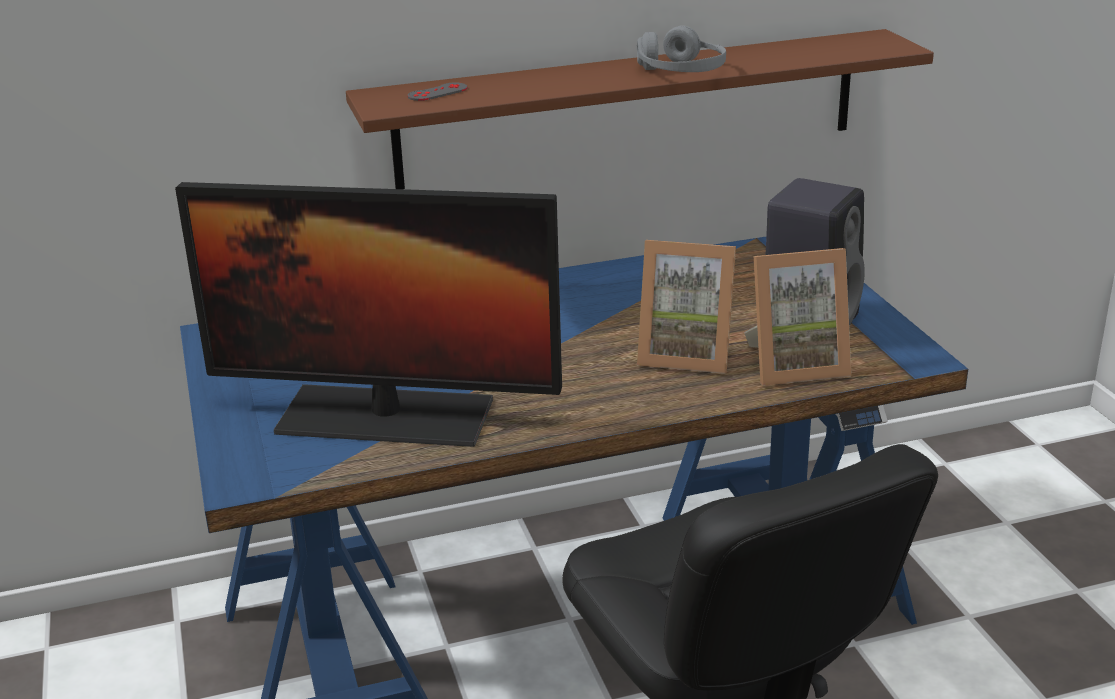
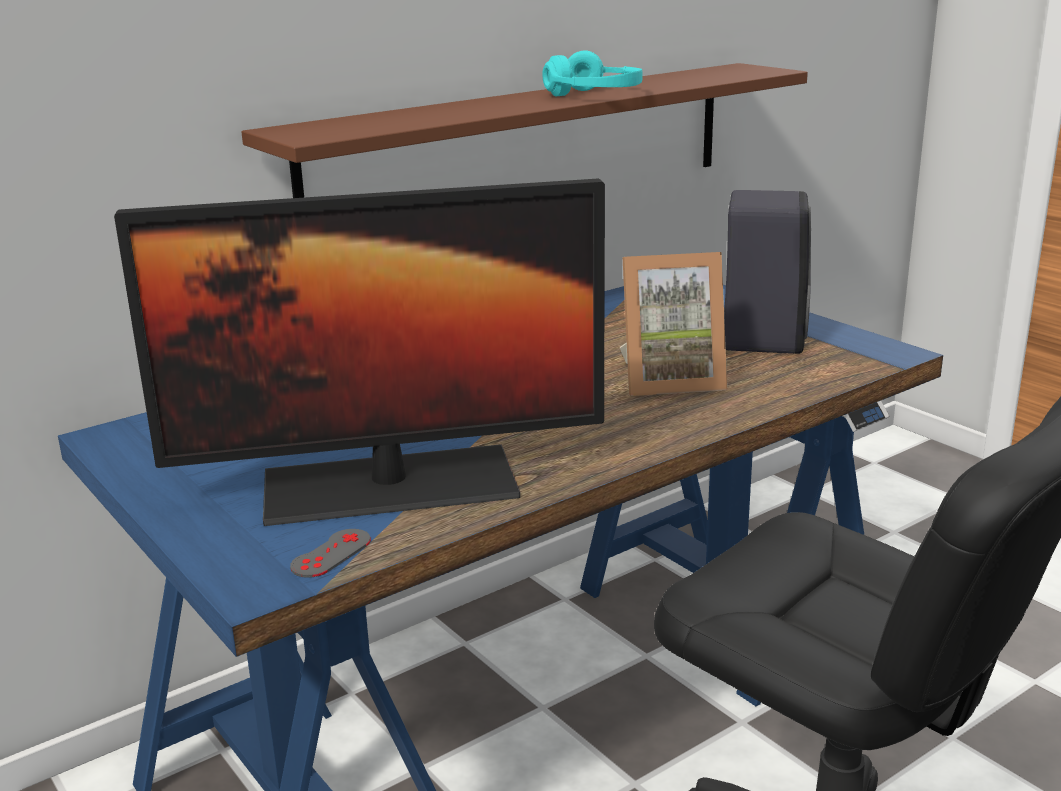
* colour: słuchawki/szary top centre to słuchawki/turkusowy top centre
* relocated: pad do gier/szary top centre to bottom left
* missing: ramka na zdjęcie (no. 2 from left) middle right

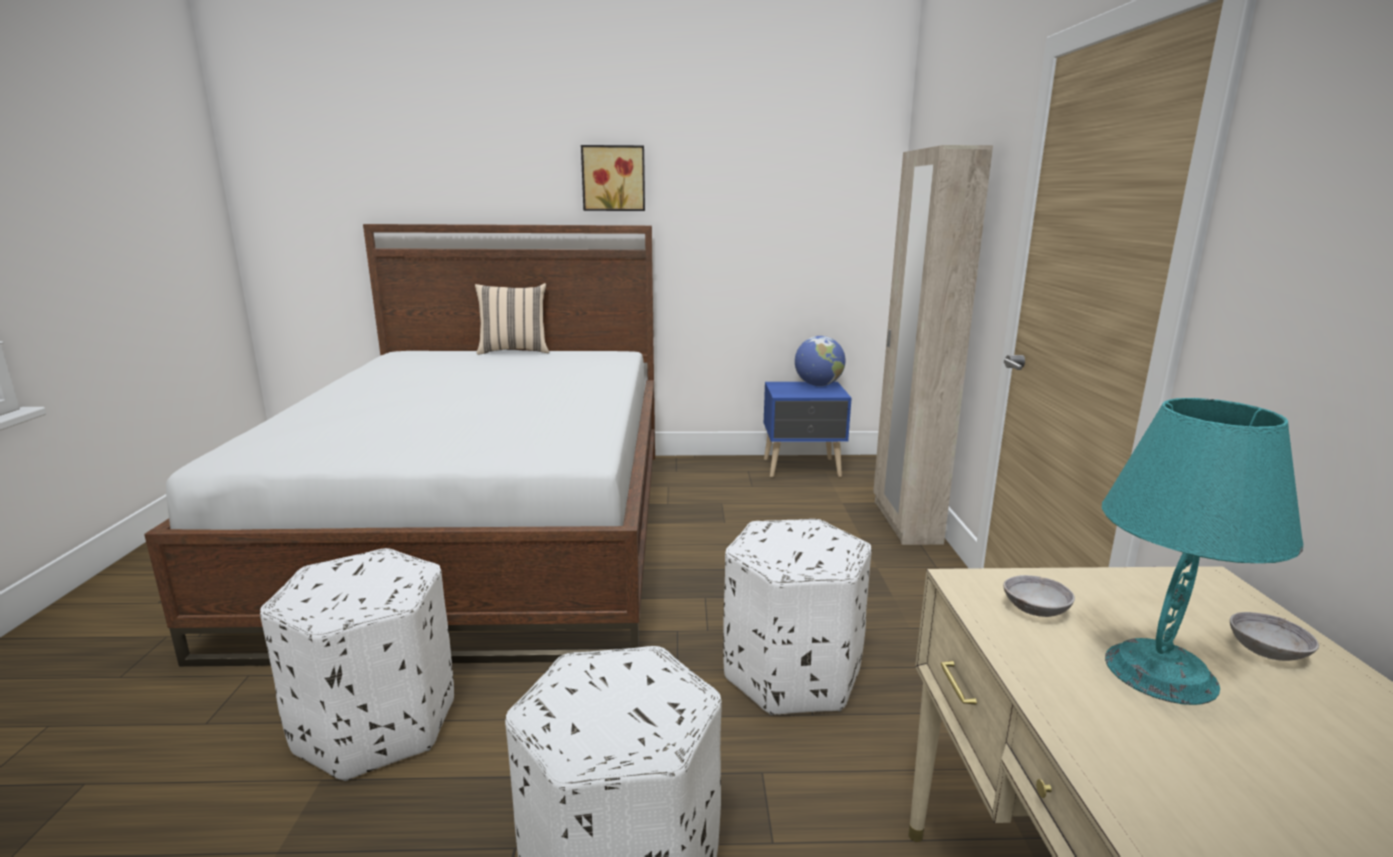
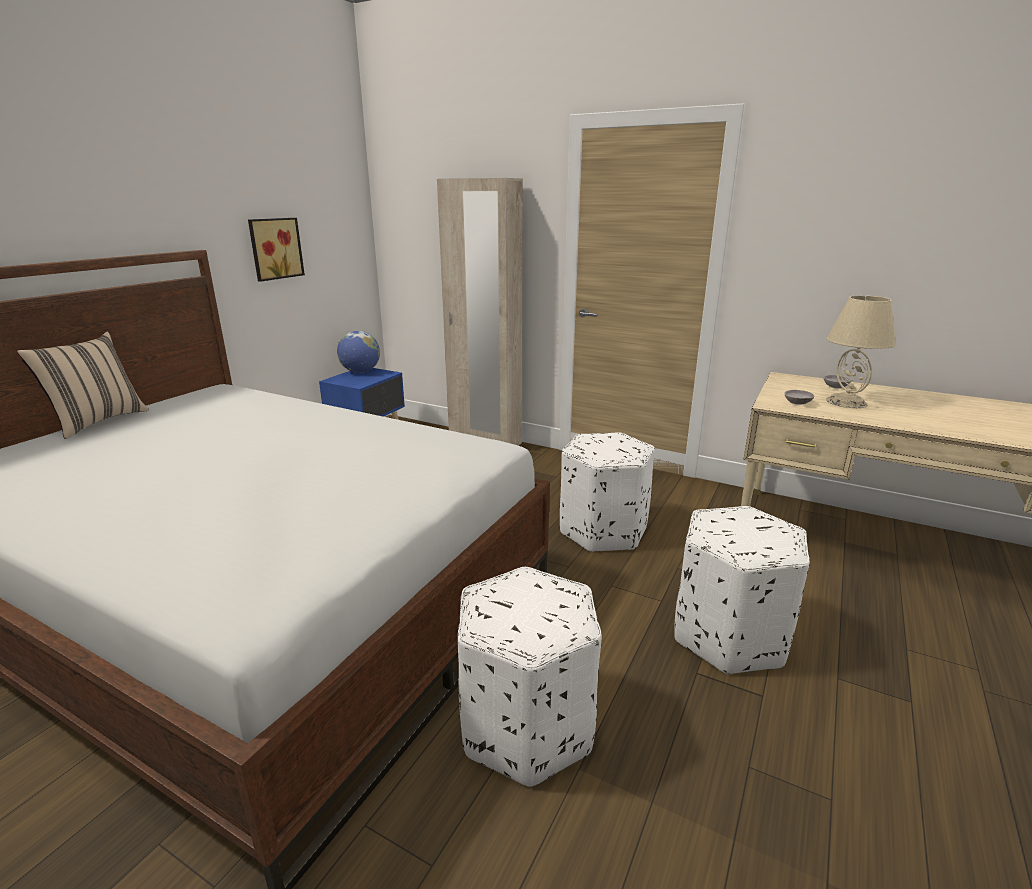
* relocated: obraz top centre to top left
* colour: lampa stołowa/turkusowy middle right to lampa stołowa/beżowy middle right

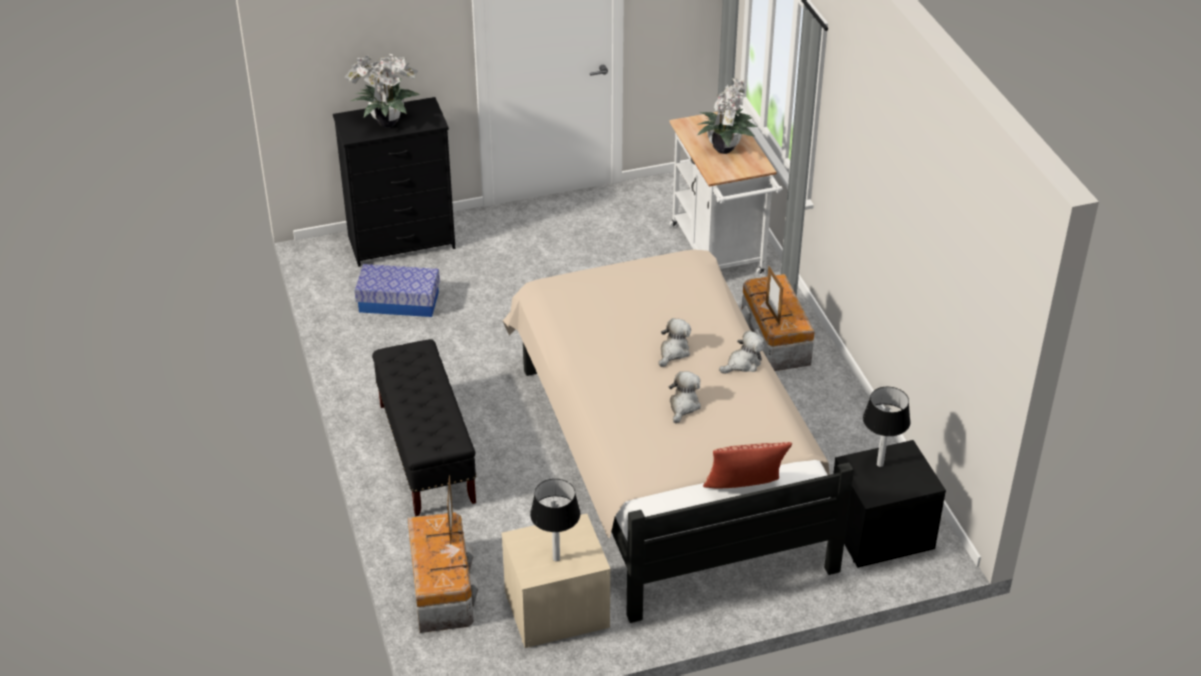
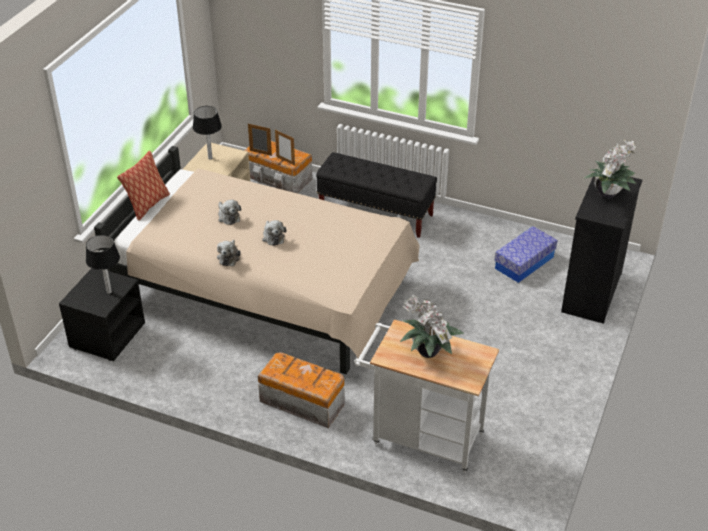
* relocated: ramka na zdjęcie (no. 2 from left in the first image) centre to ramka na zdjęcie (no. 1 from left) top centre

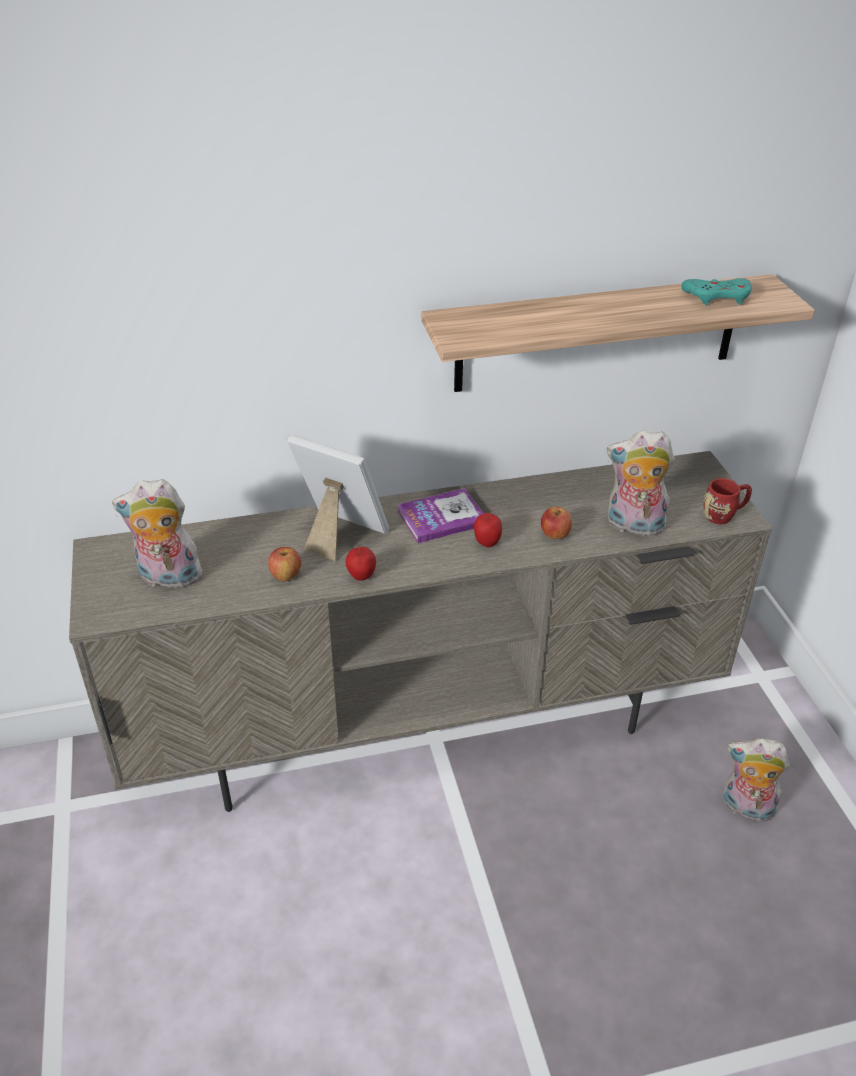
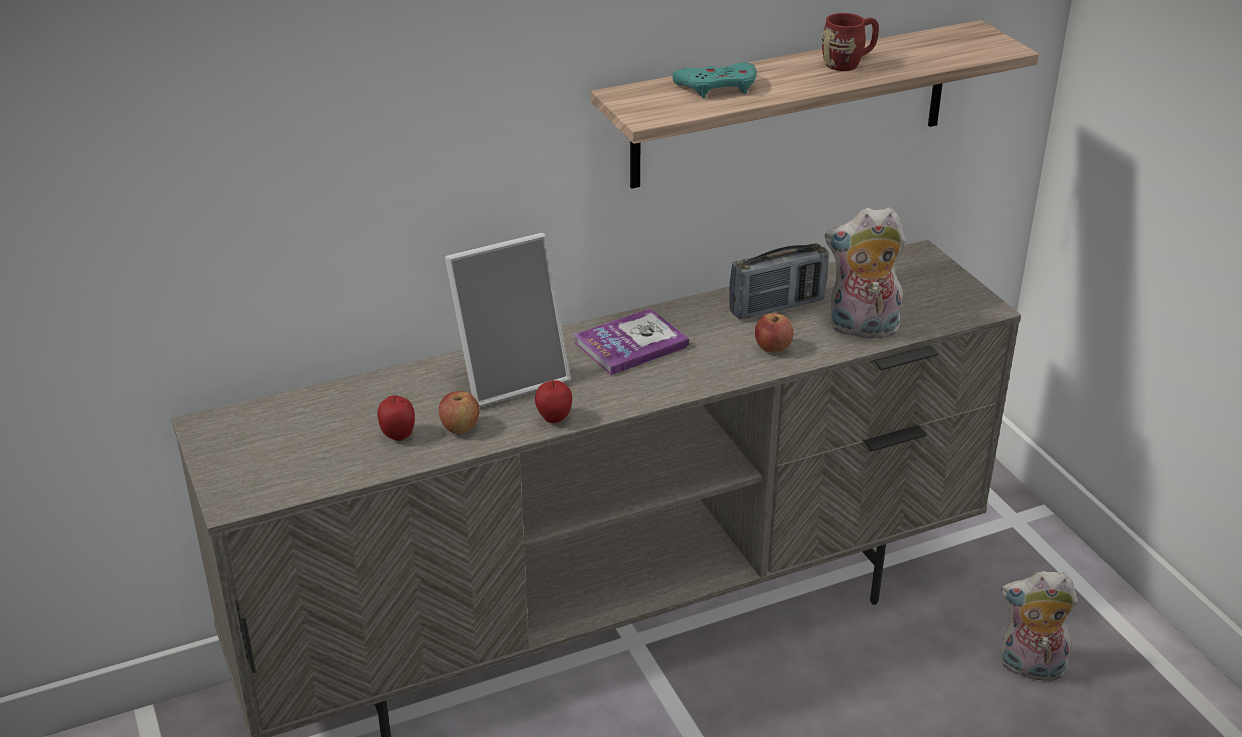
* relocated: pad do gier/turkusowy top right to top centre
* spun: ramka na zdjęcie centre = centre 135 degrees clockwise
* relocated: kubek/czerwony middle right to top right
* missing: pluszak (no. 1 from left) middle left
* relocated: jabłko (no. 3 from left in the first image) centre to jabłko (no. 1 from left) middle left
* appeared: radio centre

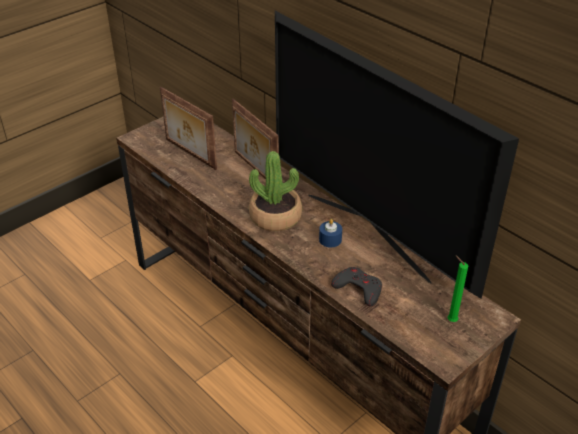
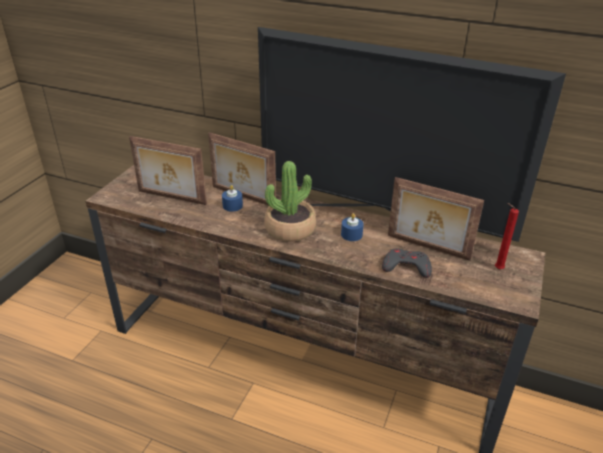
* colour: świeca/zielony middle right to świeca/czerwony middle right
* appeared: ramka na zdjęcie (no. 3 from left) middle right
* appeared: świeca/niebieski (no. 1 from left) centre

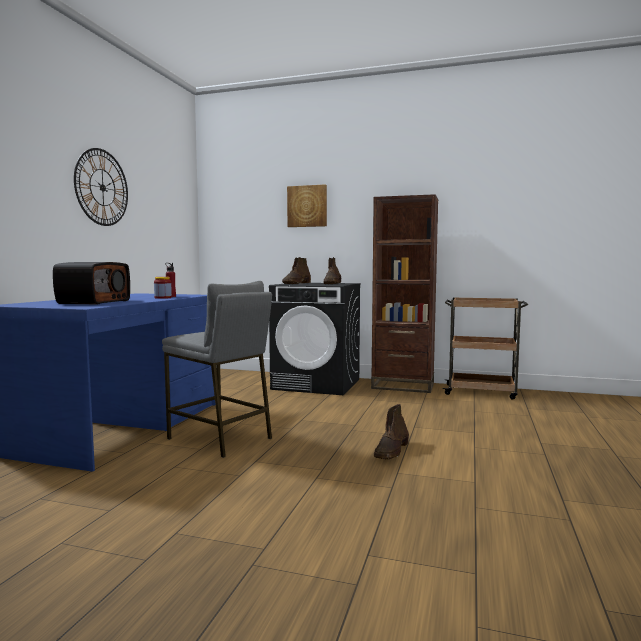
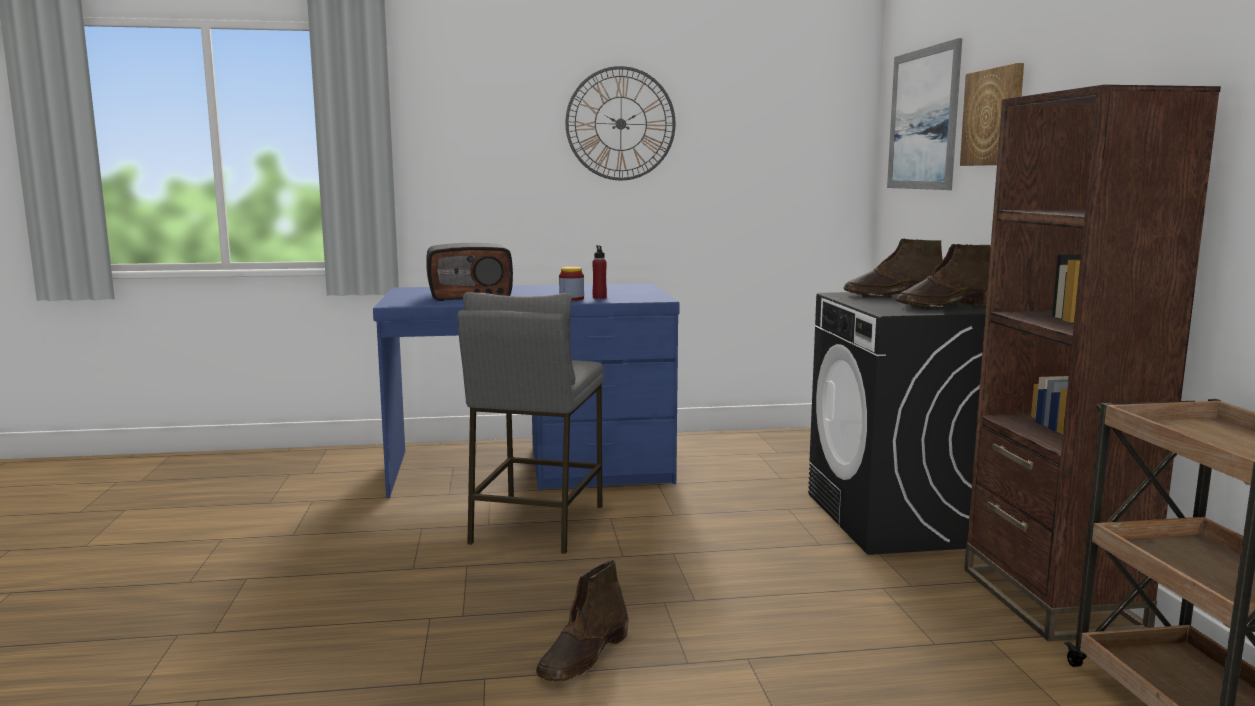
* spun: but z cholewką/brązowy (no. 3 from left in the first image) bottom centre = bottom centre 60 degrees counterclockwise
* appeared: obraz (no. 1 from left) top right

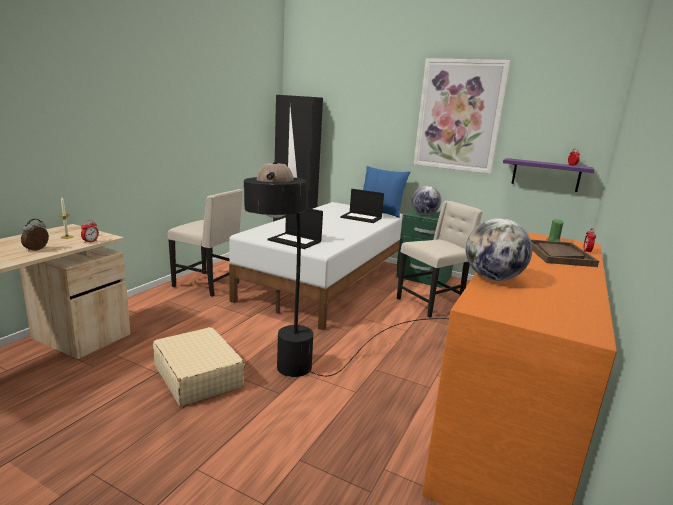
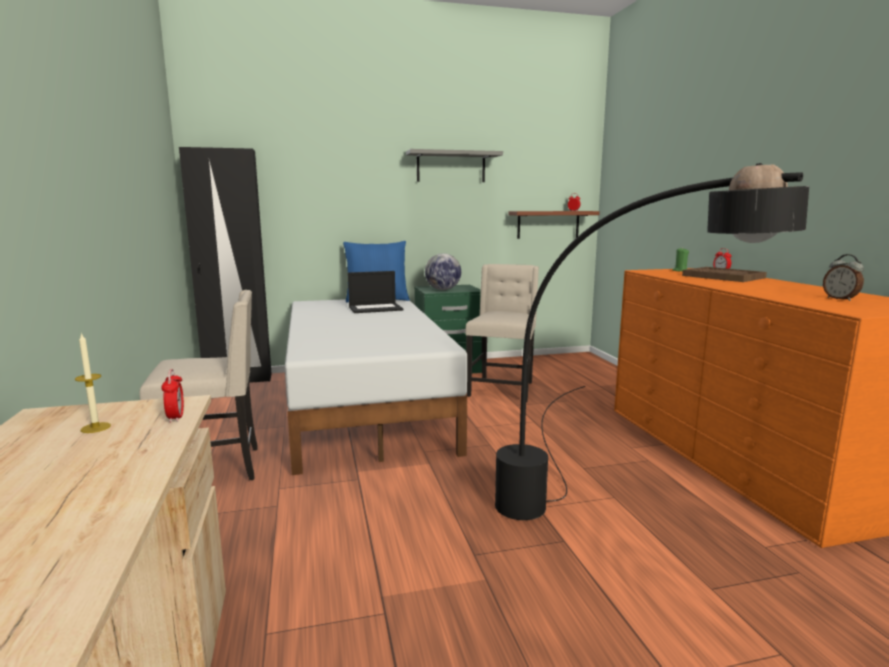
* exchanged: obraz top right to półka/szary top centre
* colour: półka/fioletowy middle right to półka/brązowy centre
* missing: laptop (no. 1 from left) centre
* relocated: budzik (no. 1 from left in the first image) middle left to budzik (no. 4 from left) middle right
* missing: globus (no. 2 from left) middle right
* missing: walizka/beżowy bottom left

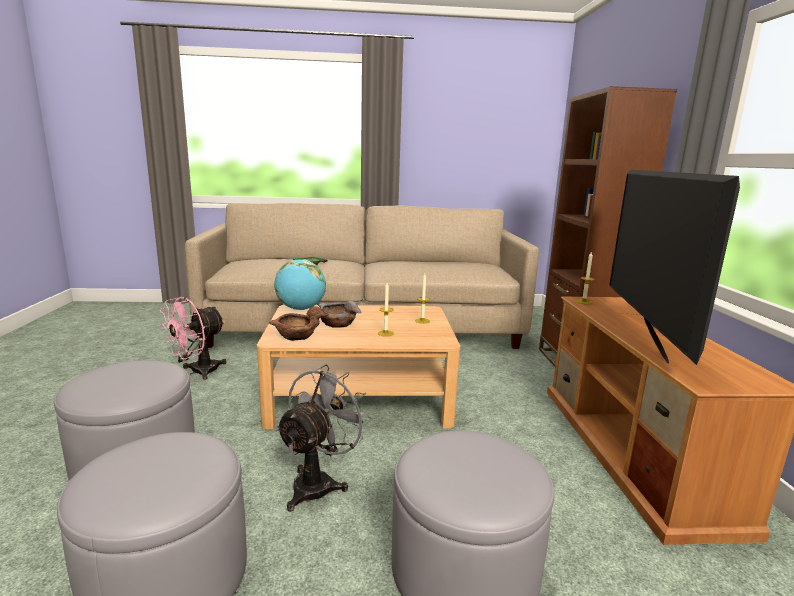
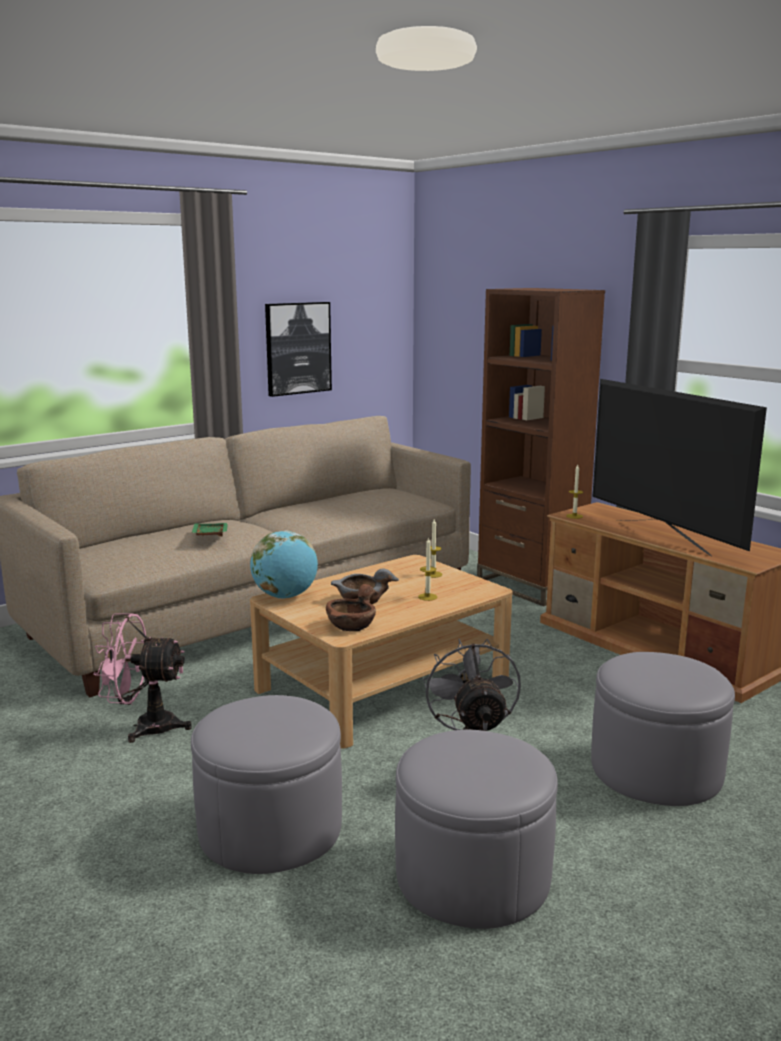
* spun: wentylator/różowy middle left = middle left 90 degrees clockwise
* appeared: obraz centre

